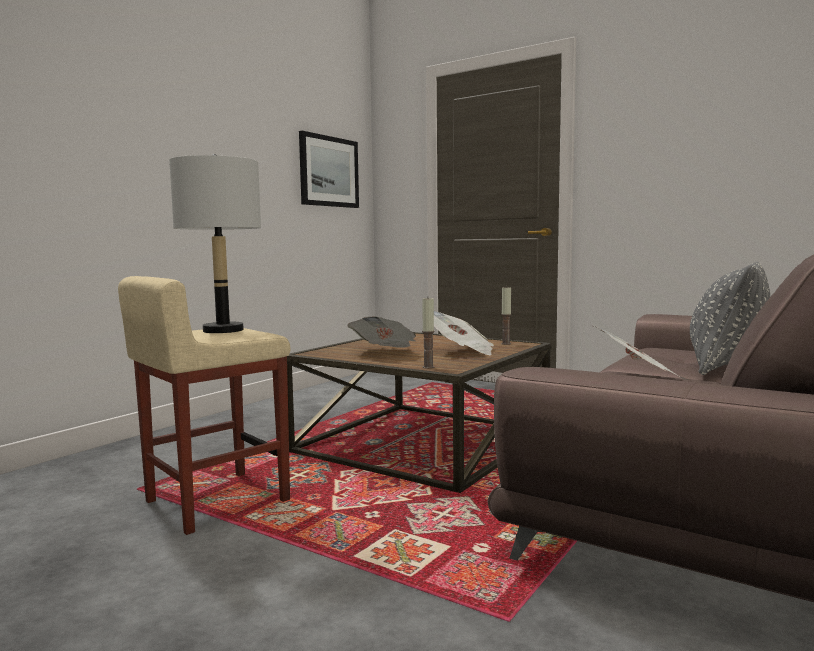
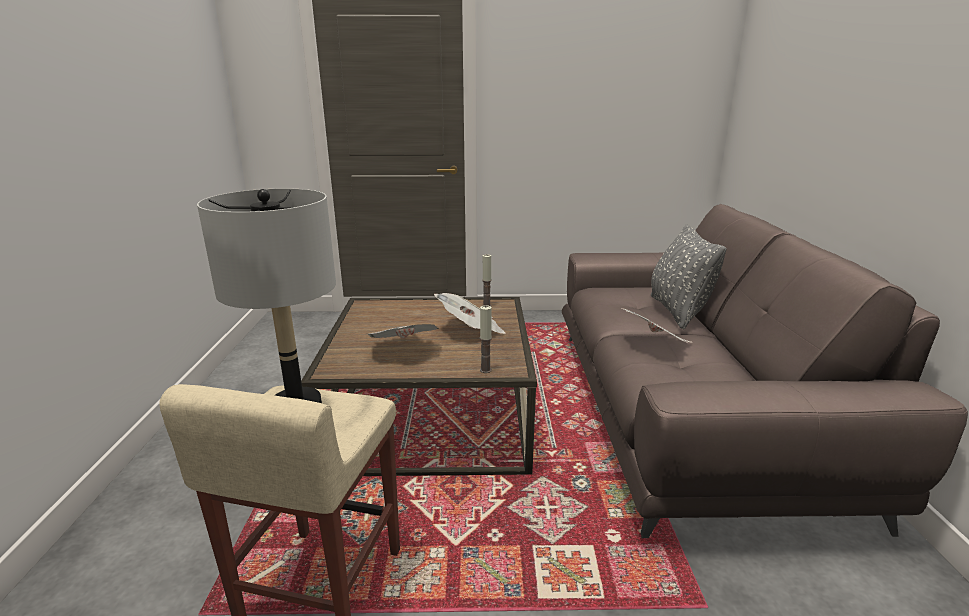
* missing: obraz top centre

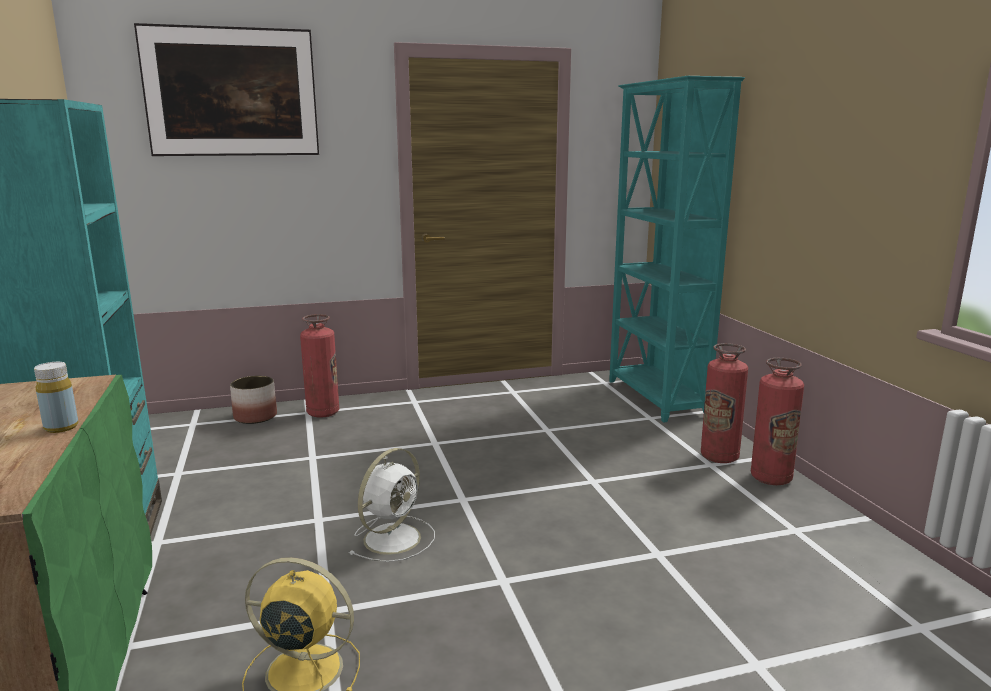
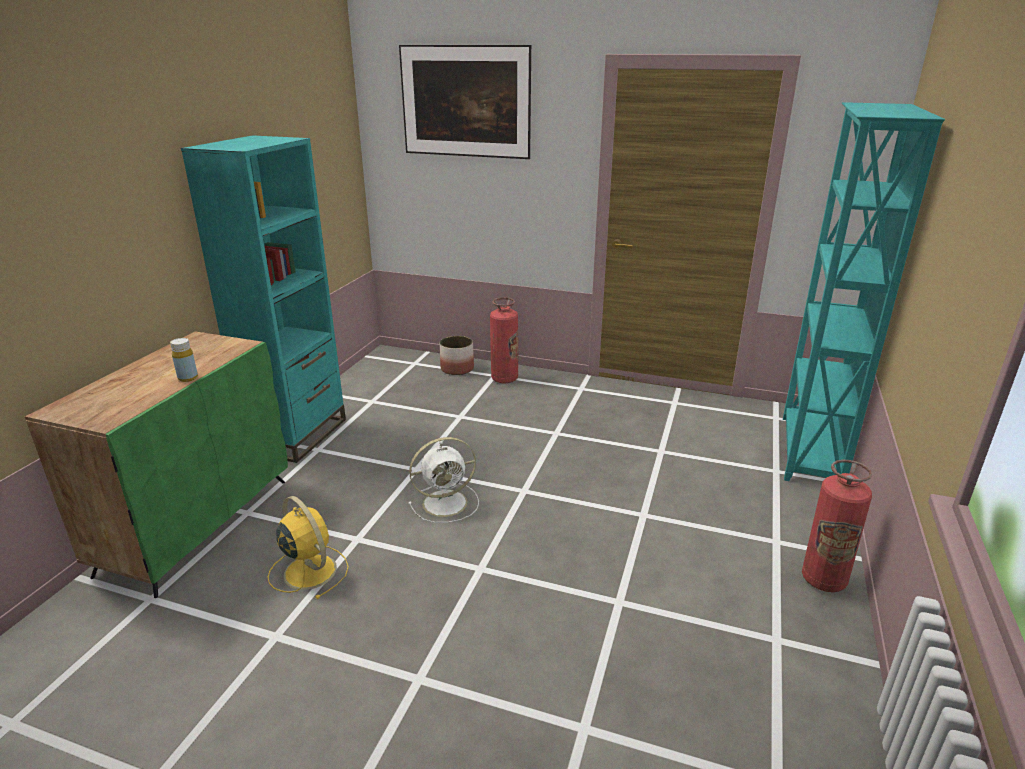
* missing: gaśnica (no. 2 from left) middle right

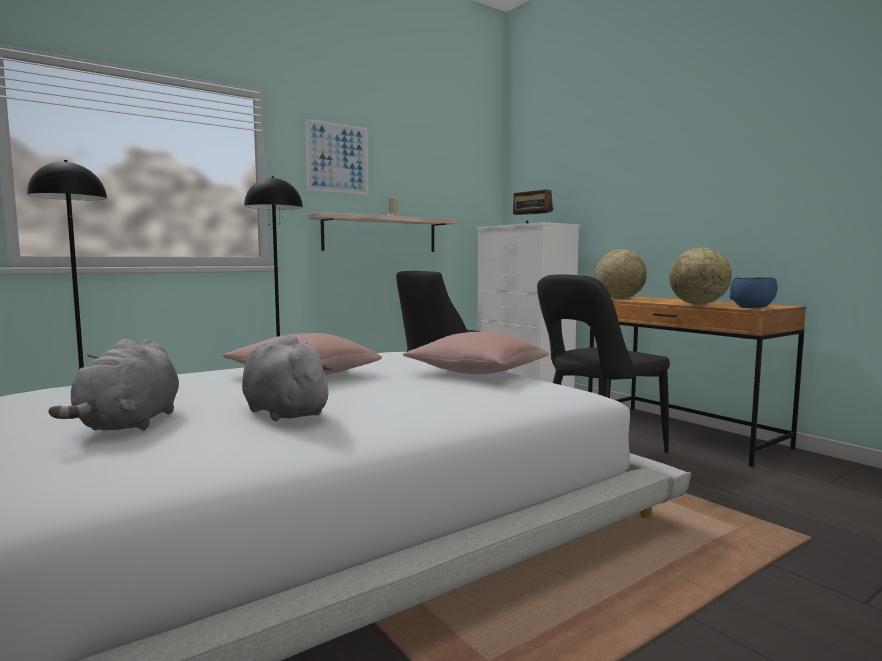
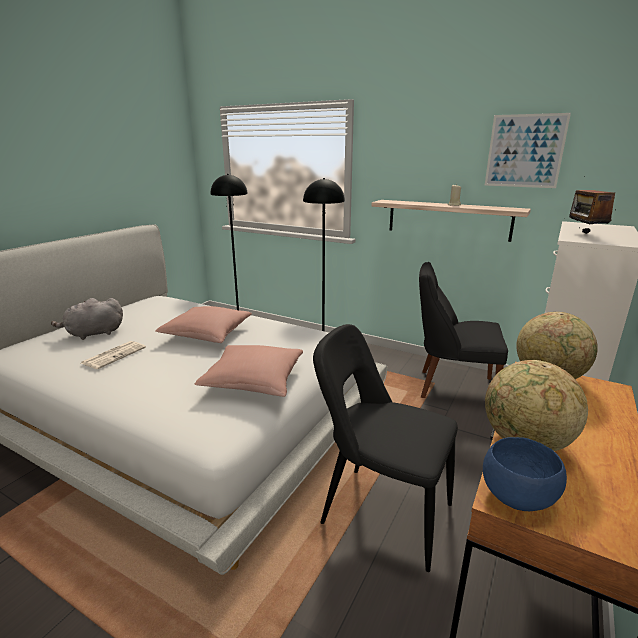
* relocated: obraz top centre to top right
* exchanged: pluszak/szary (no. 2 from left) middle left to gazeta middle left

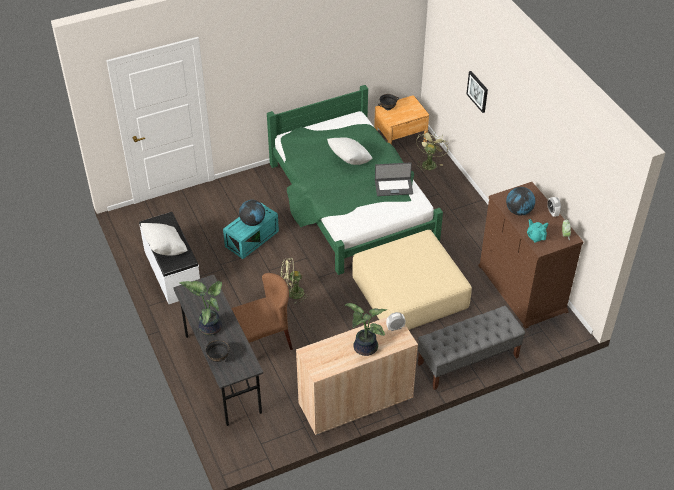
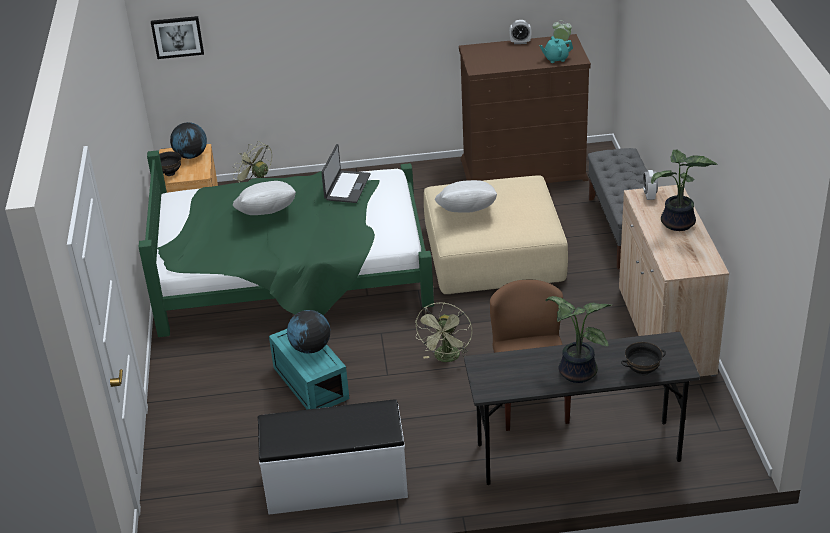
* relocated: obraz top right to top left
* relocated: globus (no. 2 from left in the first image) middle right to globus (no. 1 from left) top left
* relocated: poduszka/biały (no. 1 from left in the first image) middle left to poduszka/biały (no. 2 from left) centre

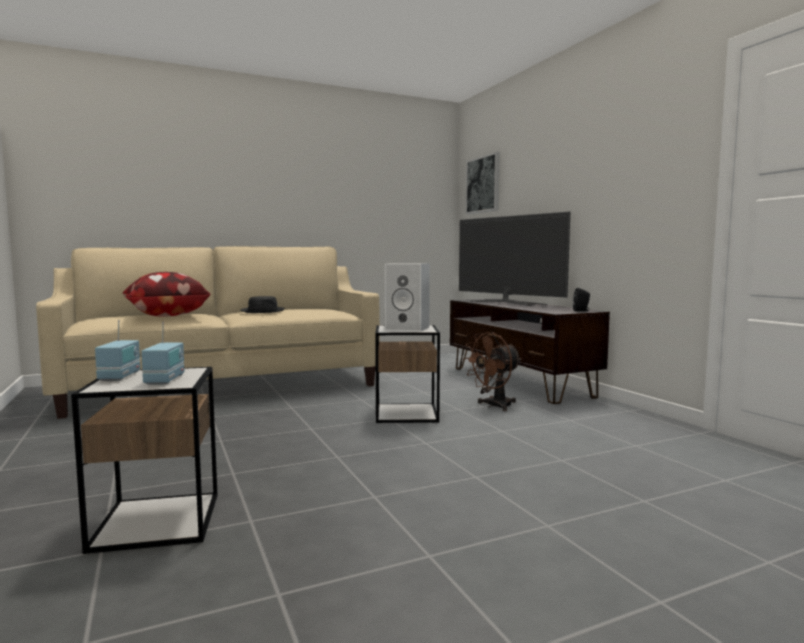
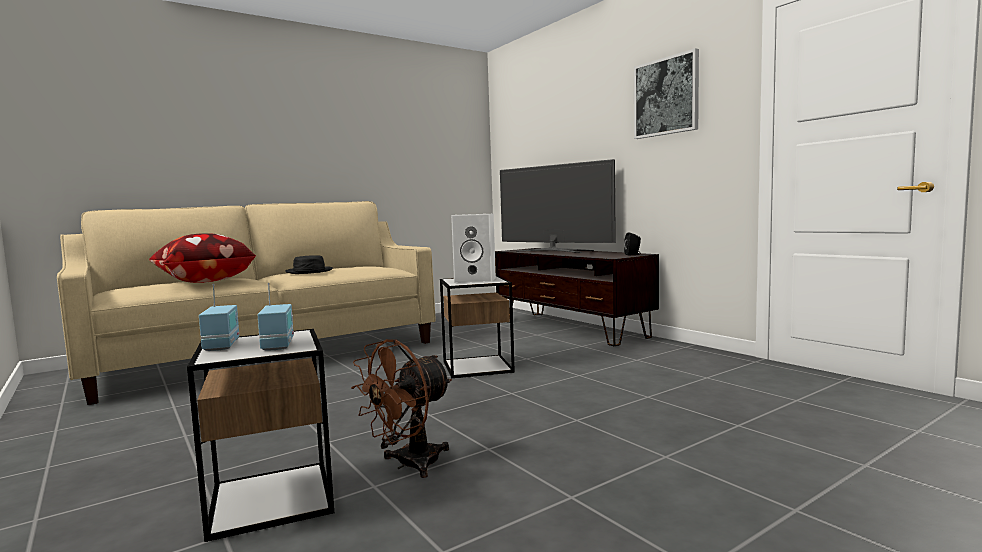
* relocated: obraz top centre to top right
* relocated: wentylator/brązowy centre to bottom centre

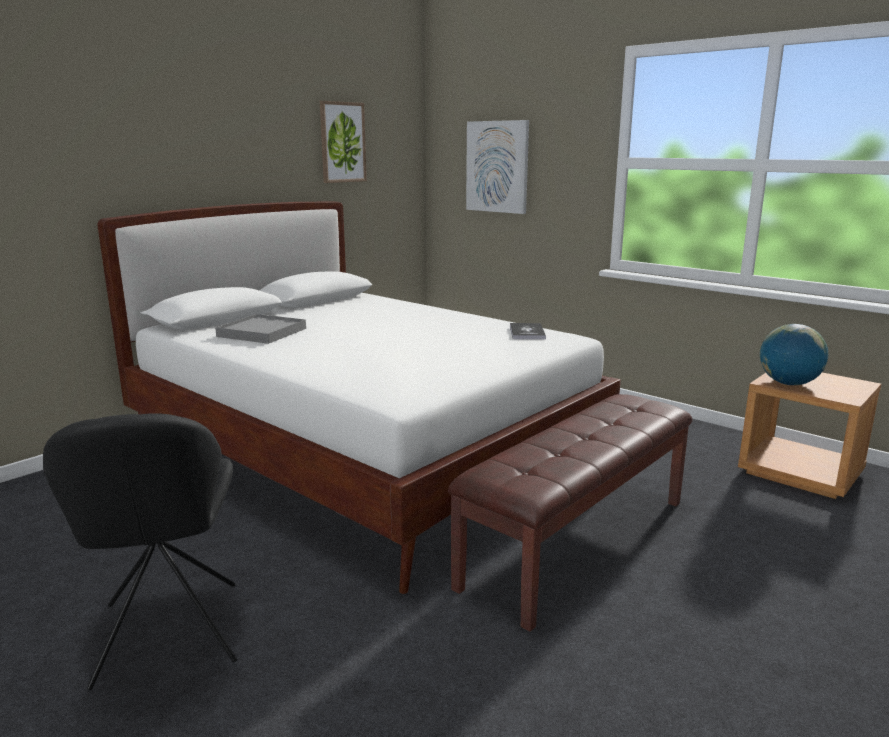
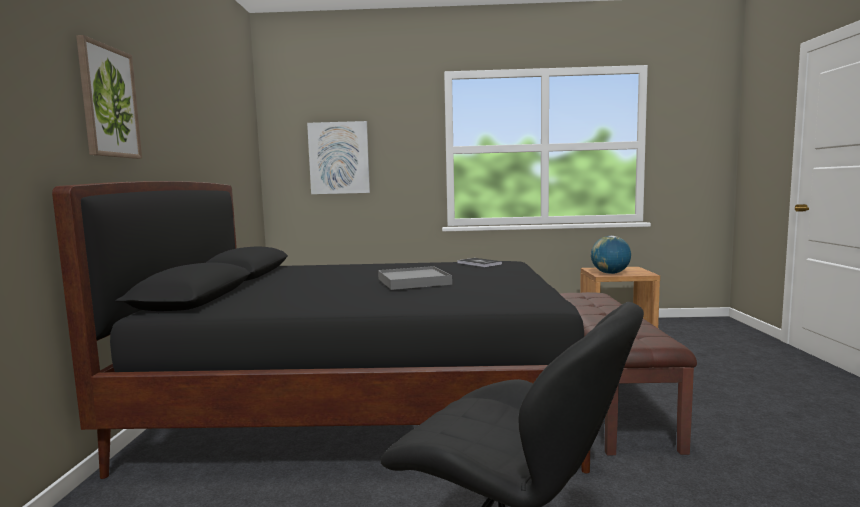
* relocated: obraz (no. 1 from left) top centre to top left
* colour: łóżko/biały centre to łóżko/czarny centre
* relocated: taca/szary middle left to centre

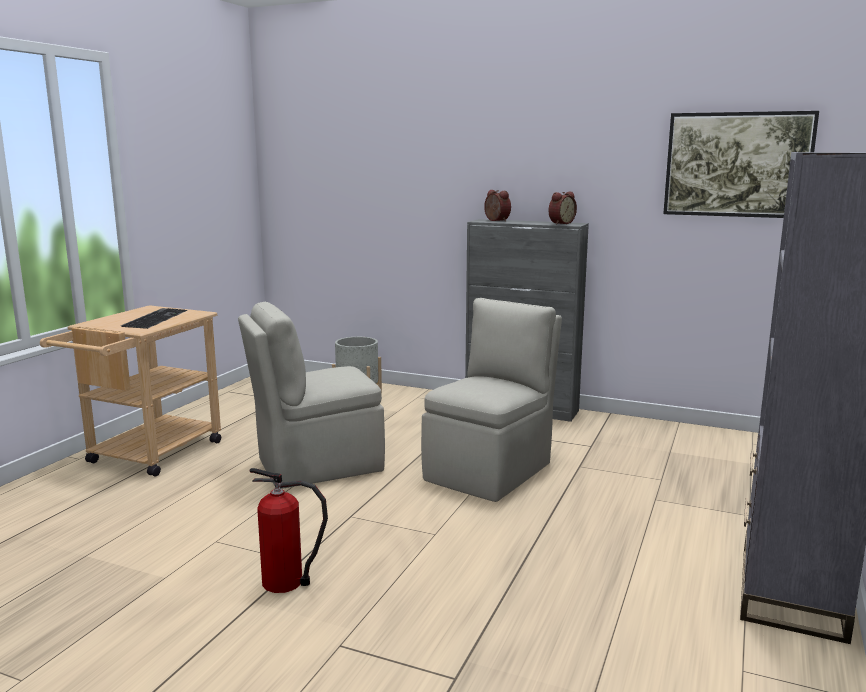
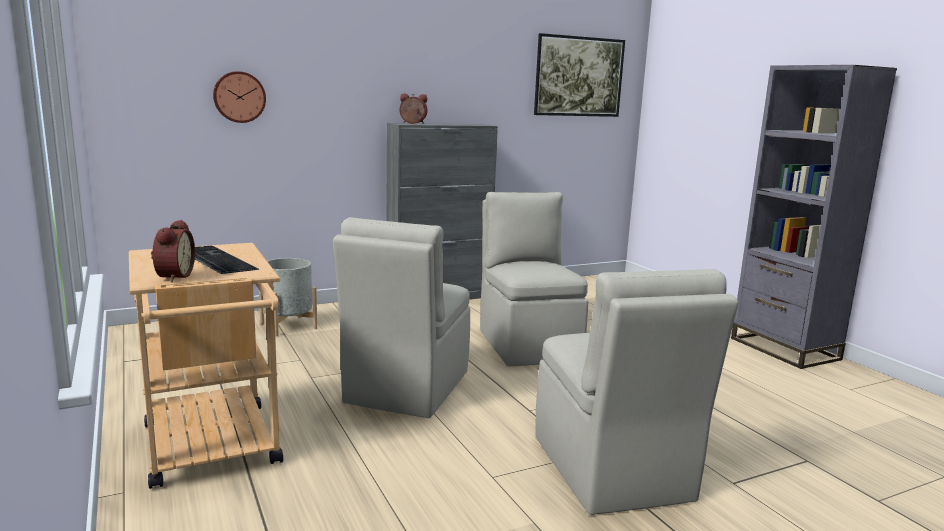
* relocated: budzik (no. 2 from left in the first image) top centre to budzik (no. 1 from left) middle left
* exchanged: gaśnica bottom centre to krzesło/beżowy (no. 3 from left) bottom right
* appeared: zegar ścienny top left

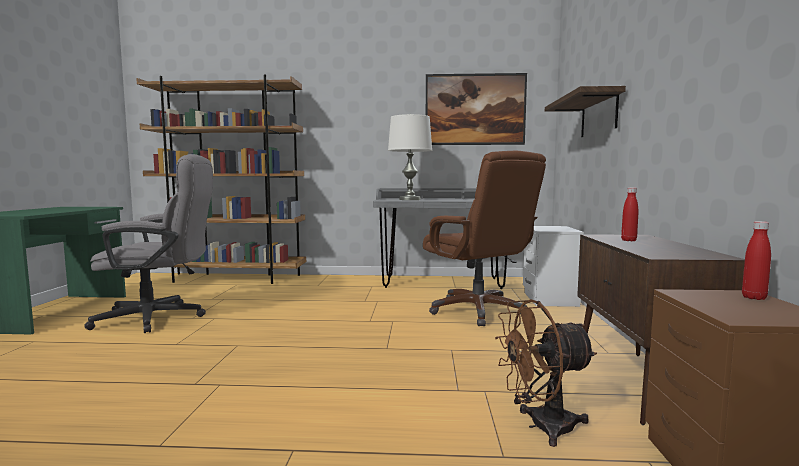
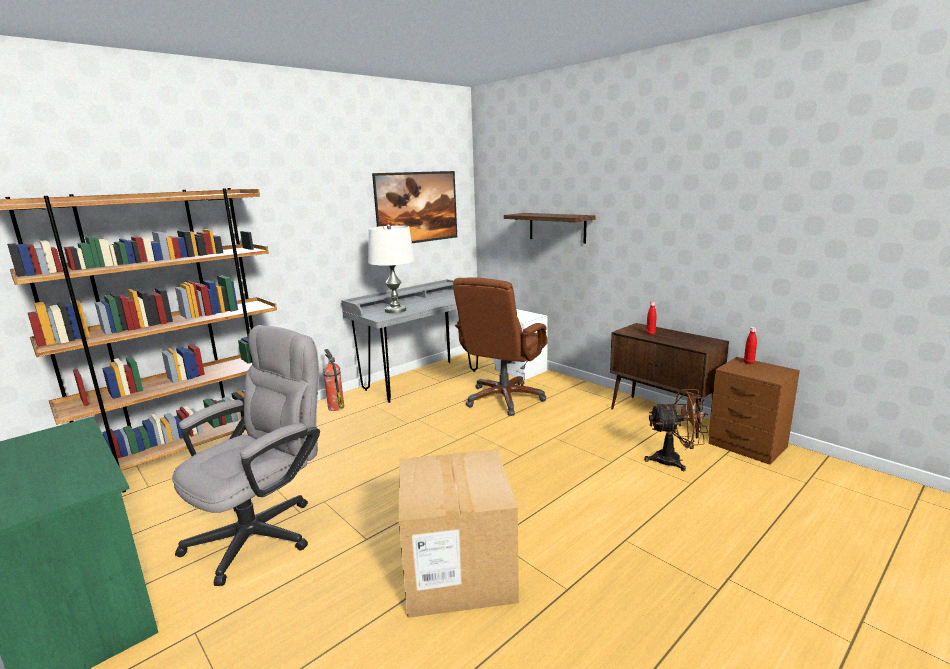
* spun: krzesło biurowe/brązowy centre = centre 105 degrees clockwise
* spun: wentylator/brązowy bottom right = middle right 120 degrees counterclockwise
* appeared: gaśnica centre
* appeared: karton bottom centre

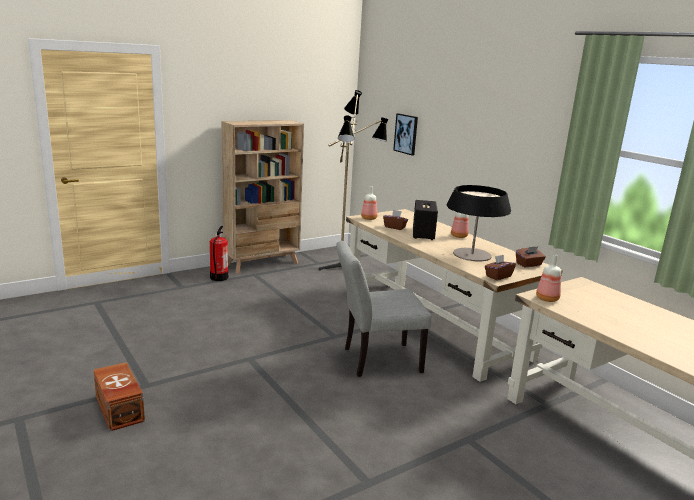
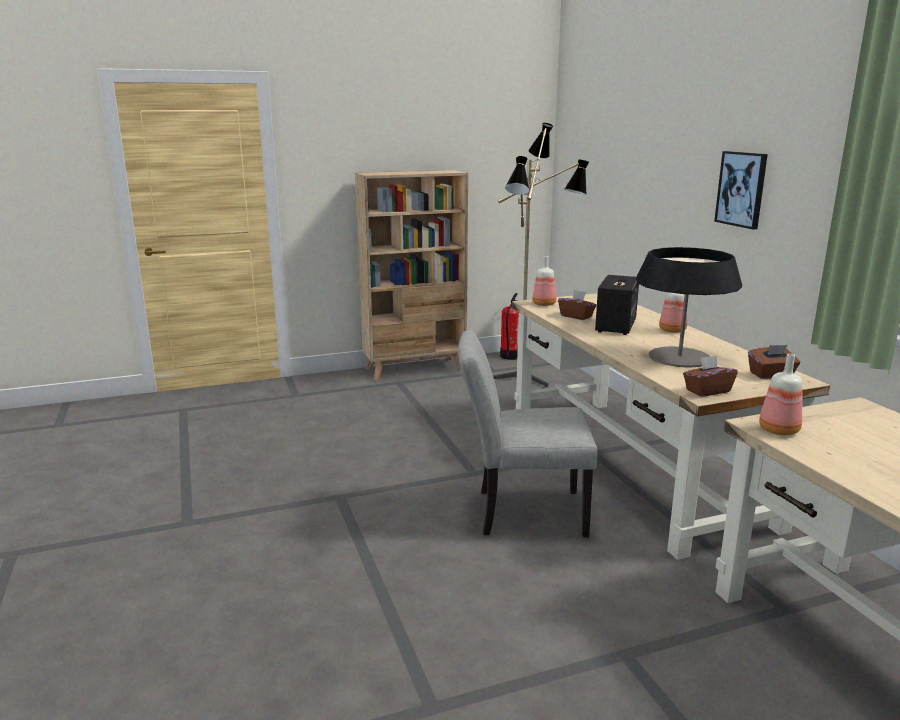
* relocated: obraz top centre to top right
* relocated: gaśnica middle left to centre
* missing: pojemnik do przechowywania/brązowy bottom left

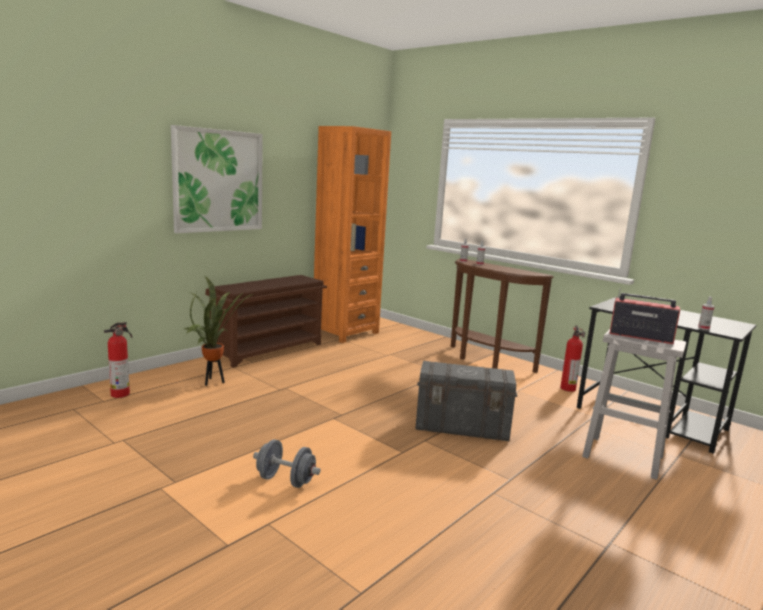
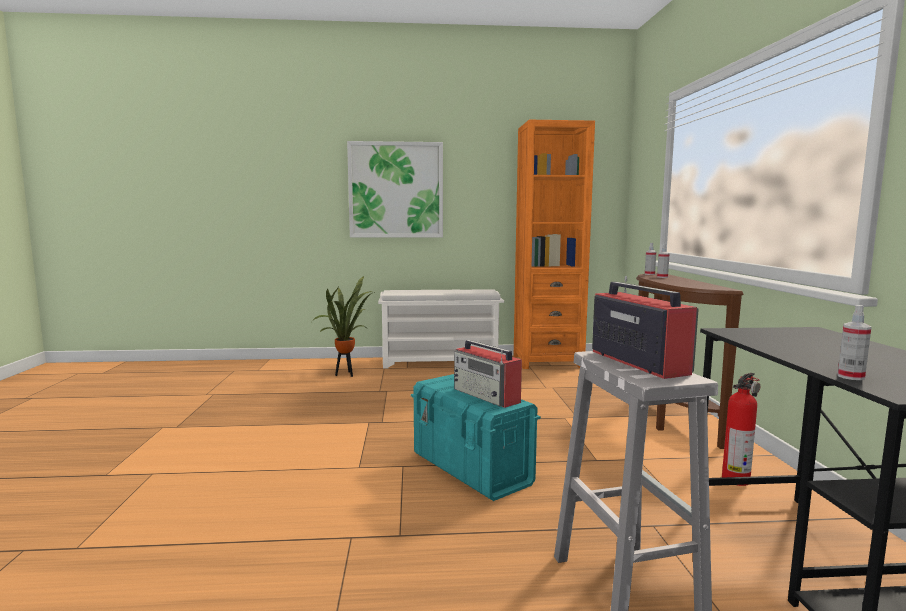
* colour: regał na buty/brązowy centre to regał na buty/biały centre
* missing: gaśnica (no. 1 from left) middle left
* colour: pojemnik do przechowywania/szary centre to pojemnik do przechowywania/turkusowy bottom centre
* missing: hantel/szary bottom centre
* appeared: radio (no. 1 from left) centre

